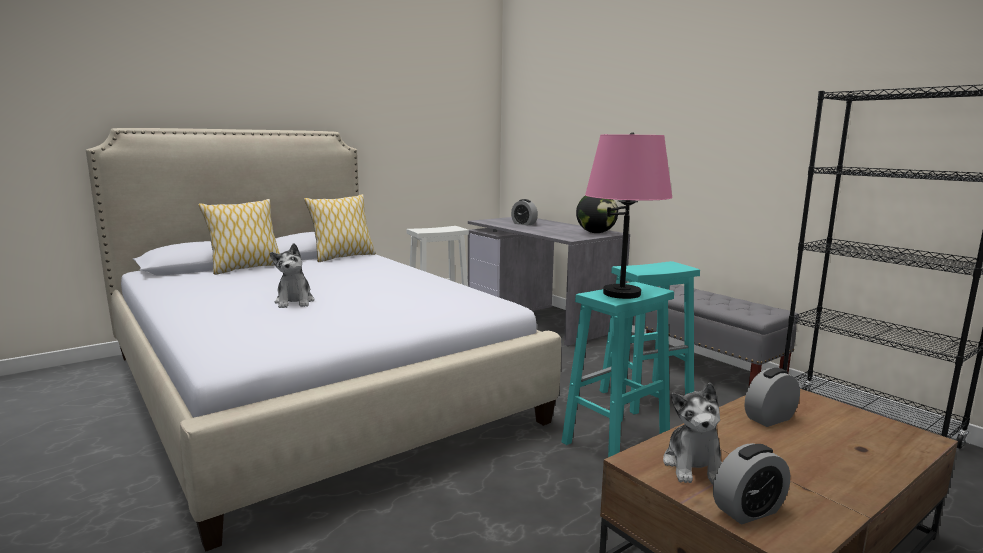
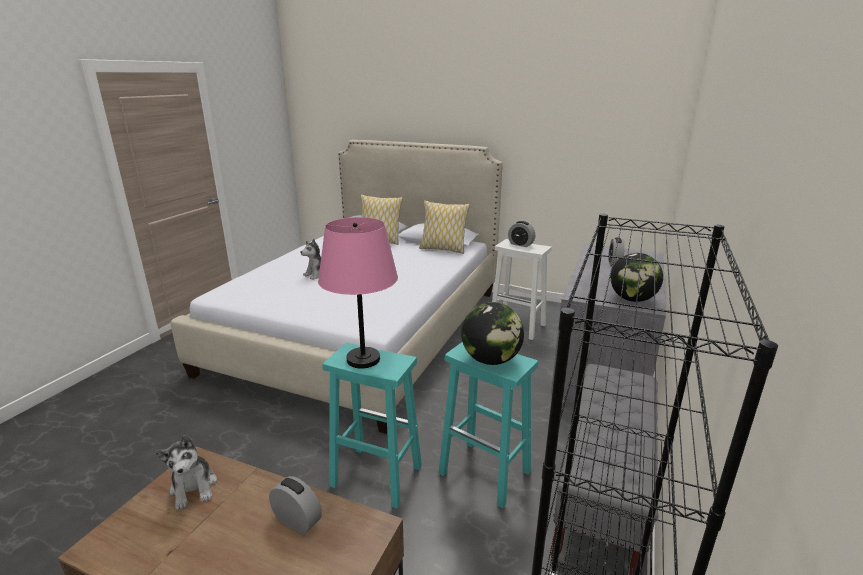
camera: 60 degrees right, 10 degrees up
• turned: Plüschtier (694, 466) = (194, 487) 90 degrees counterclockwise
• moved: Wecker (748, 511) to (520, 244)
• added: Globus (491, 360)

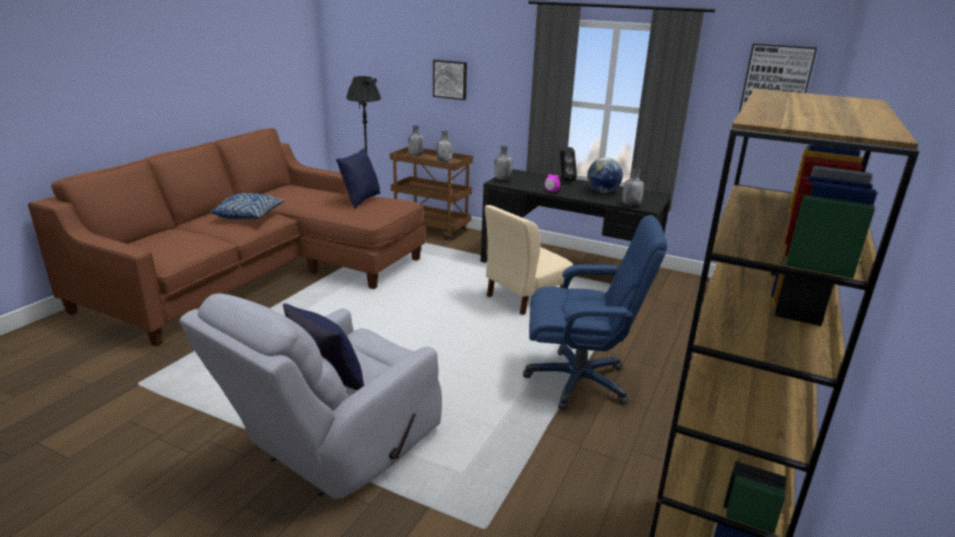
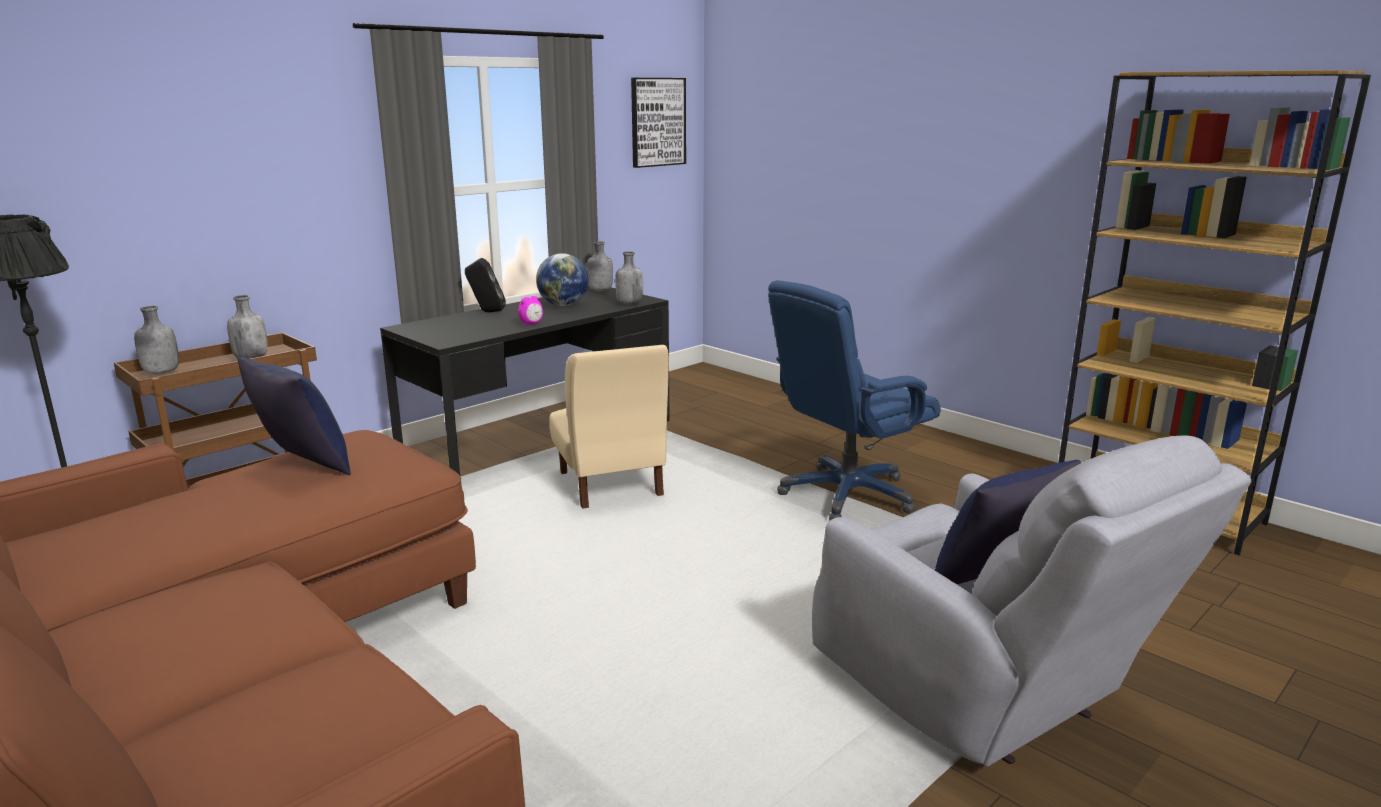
camera: 70 degrees left, 5 degrees down
• removed: Bild (450, 79)
• moved: Flasche (grau) (502, 179) to (600, 290)
• removed: Kissen (blau) (249, 216)
• turned: Bürostuhl (blau) (579, 381) = (846, 495) 150 degrees counterclockwise

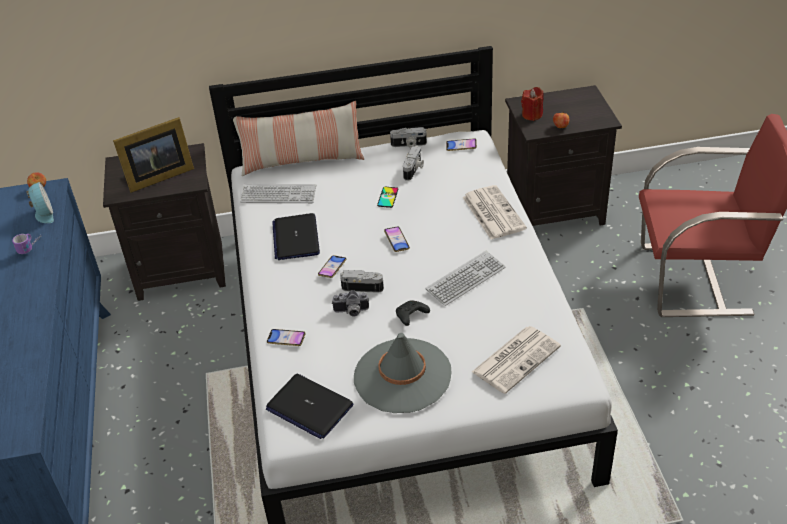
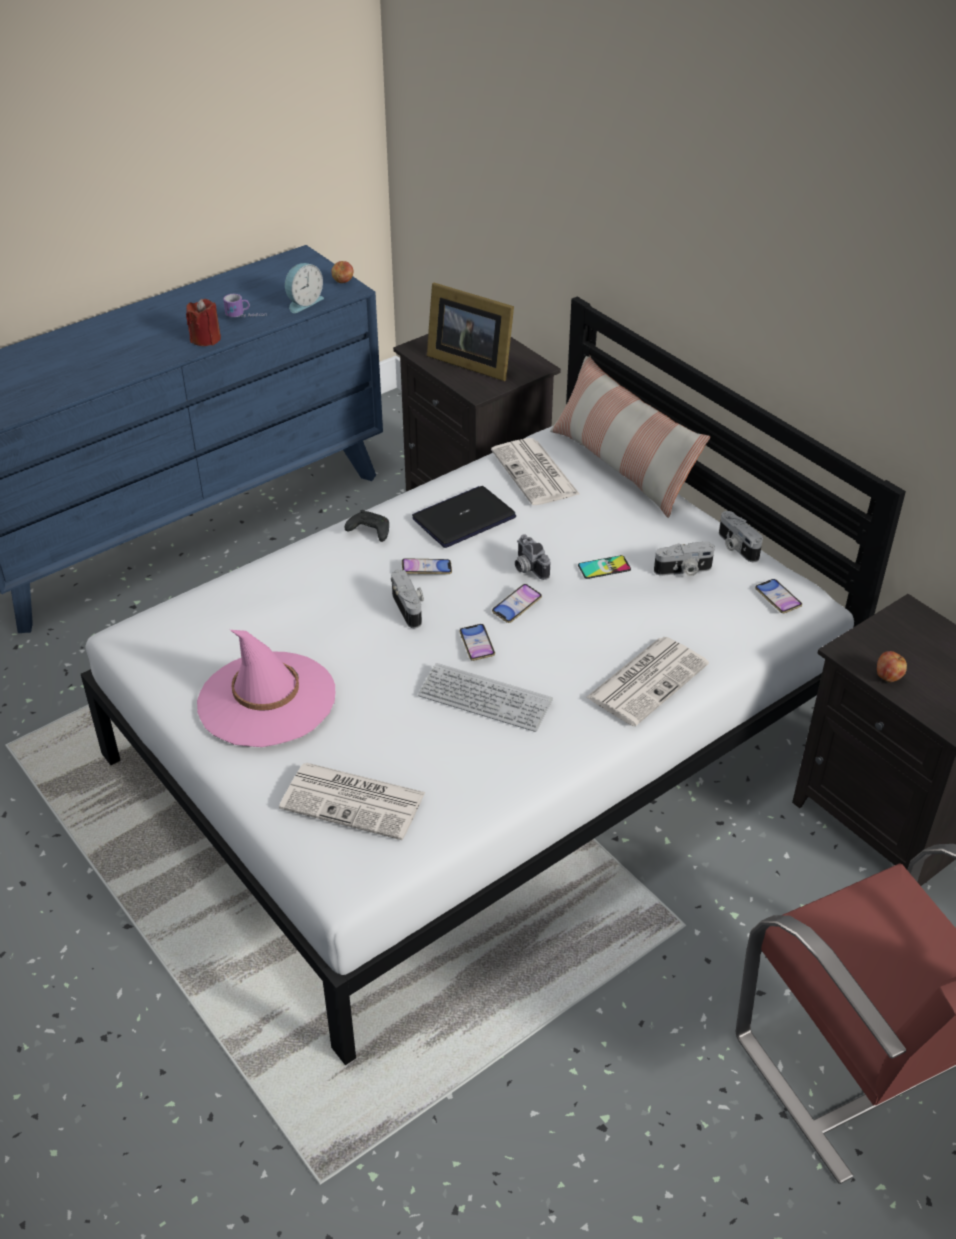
camera: 60 degrees right, 0 degrees up
• moved: Kerze (rot) (532, 115) to (206, 339)
• replaced: Tastatur (278, 195) to Zeitung (536, 473)
• moved: Kamera (351, 312) to (527, 568)
• moved: Gamepad (schwarz) (411, 316) to (369, 531)
• moved: Handy (286, 339) to (477, 645)
• recoloured: Hut (grau) (402, 376) to Hut (rosa) (266, 699)
• removed: Laptop (309, 407)

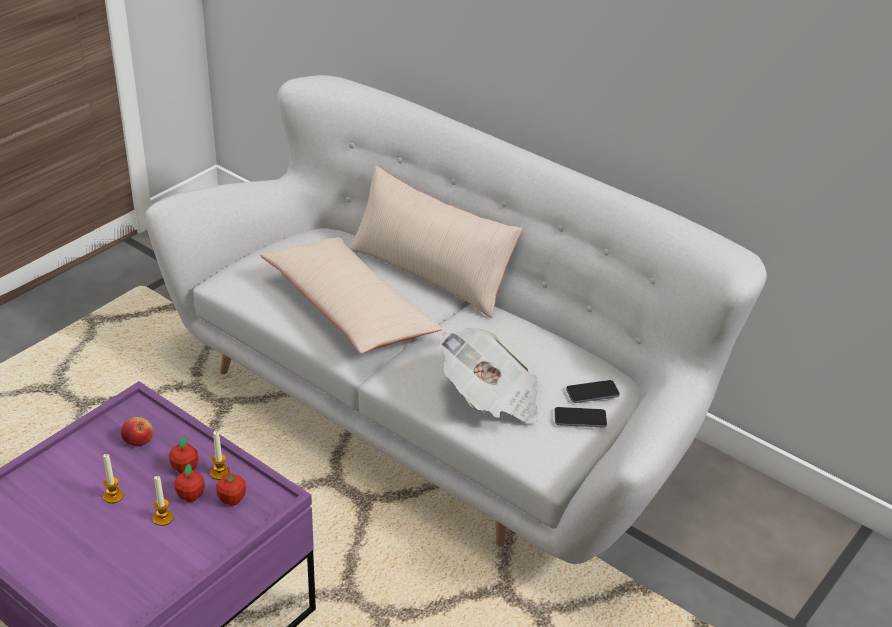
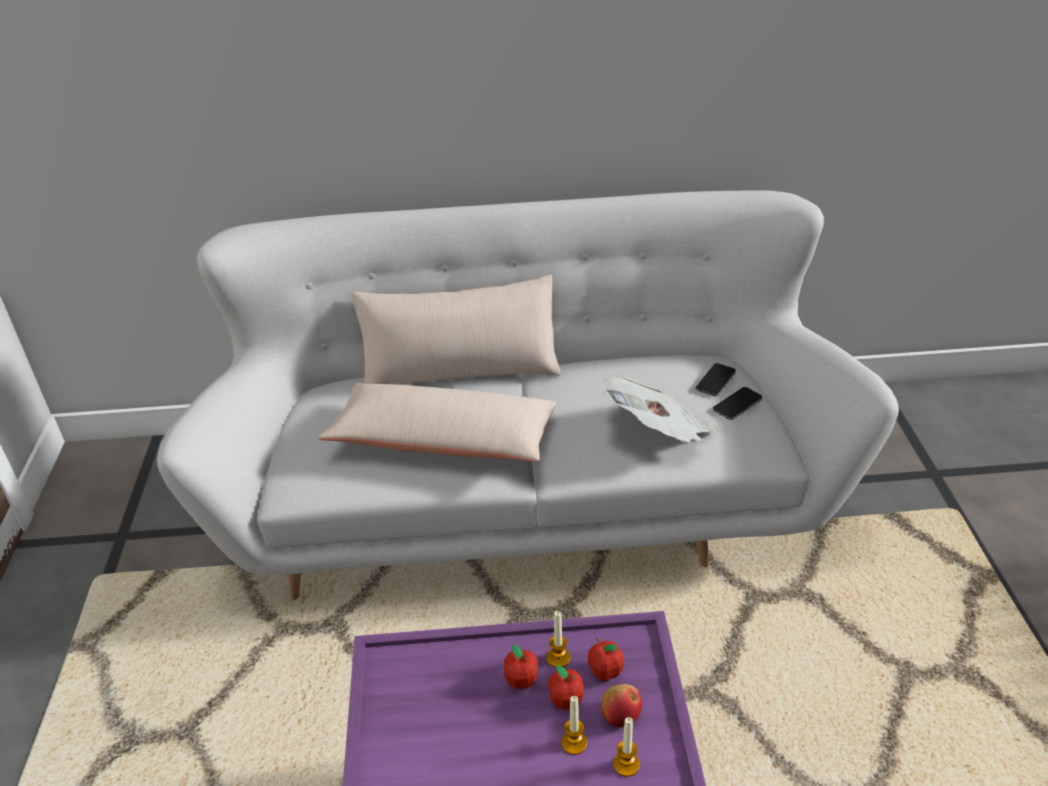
camera: 40 degrees left, 0 degrees up
• moved: Apfel (138, 440) to (620, 714)
• moved: Kerze (113, 496) to (626, 764)

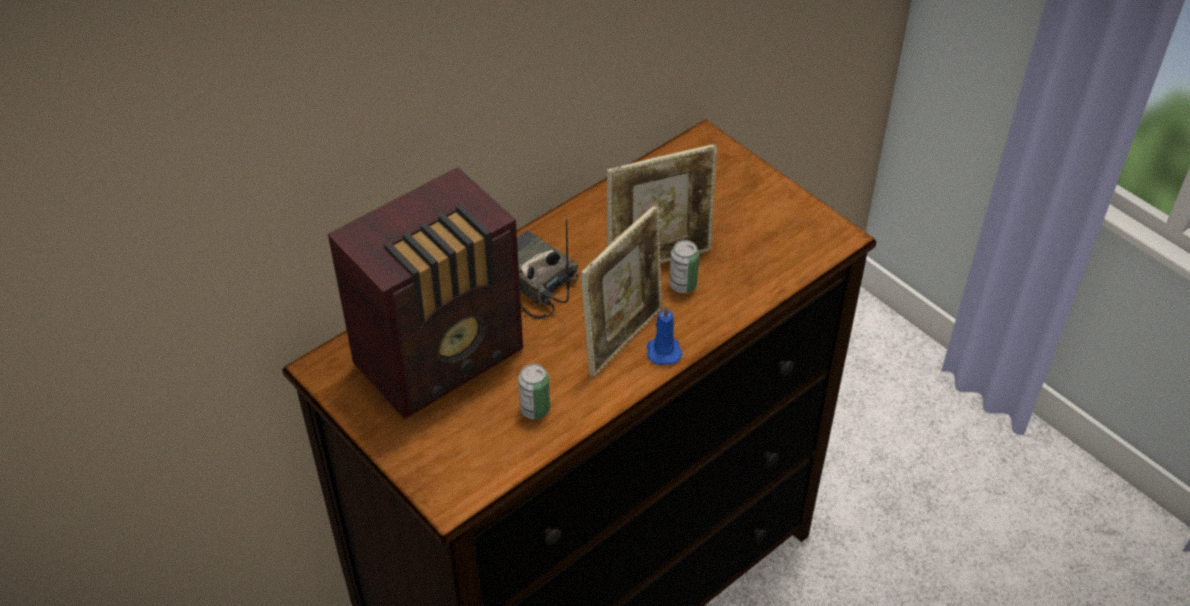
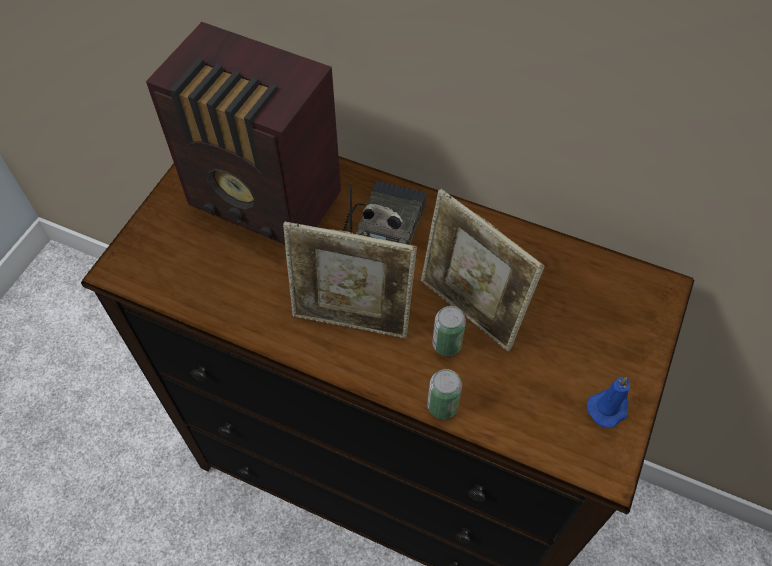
camera: 65 degrees right, 10 degrees up
• moved: Kerze (blau) (663, 350) to (608, 408)
• moved: Dose (535, 409) to (442, 406)

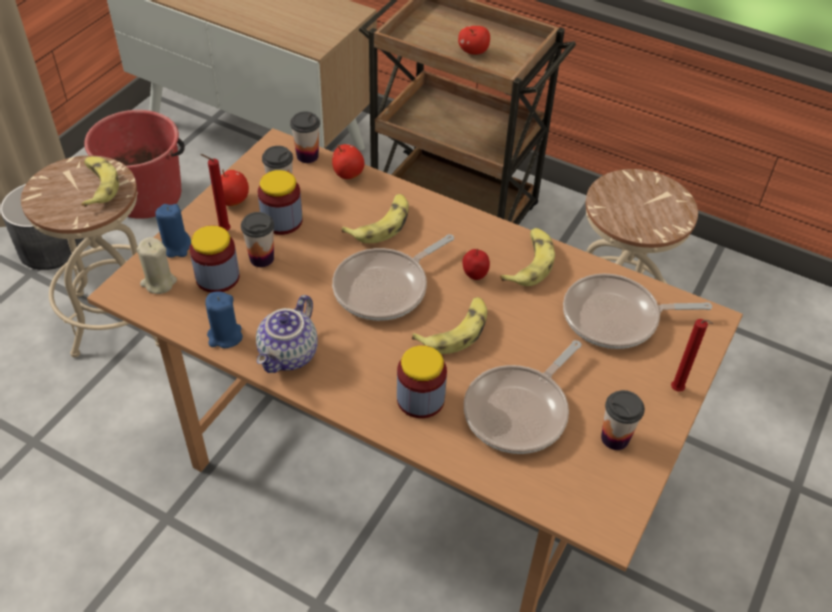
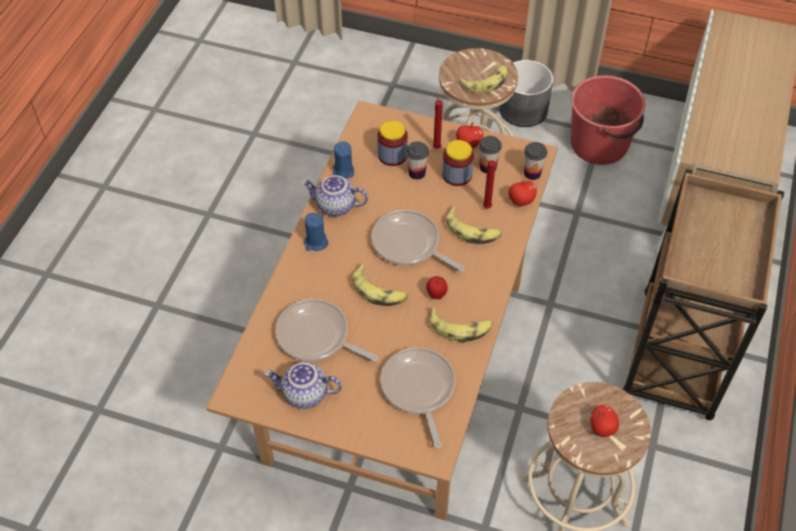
camera: 80 degrees right, 5 degrees up
• moved: Apfel (473, 51) to (602, 428)
• moved: Kerze (blau) (176, 246) to (315, 242)
• removed: Kerze (beige) (158, 282)
• moved: Kerze (rot) (678, 391) to (485, 208)
• removed: Vorratsglas (420, 399)
• replaced: Tasse (615, 438) to Teekanne (304, 395)

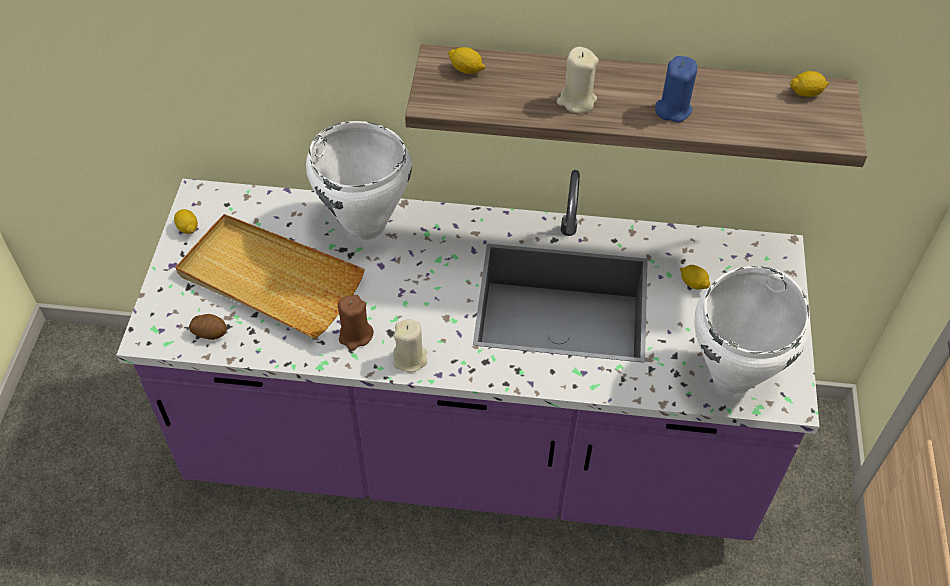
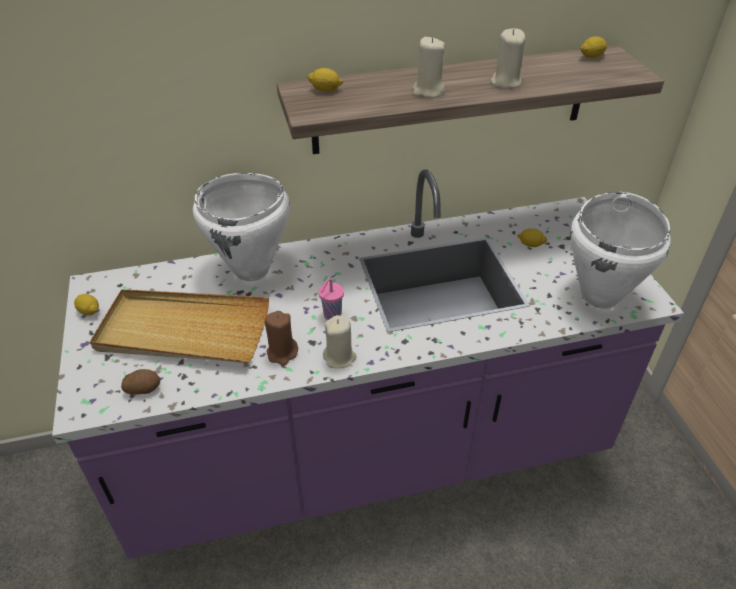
camera: 20 degrees left, 10 degrees down
• recoloured: Kerze (blau) (673, 109) to Kerze (beige) (505, 82)
• added: Tasse (rosa) (331, 316)

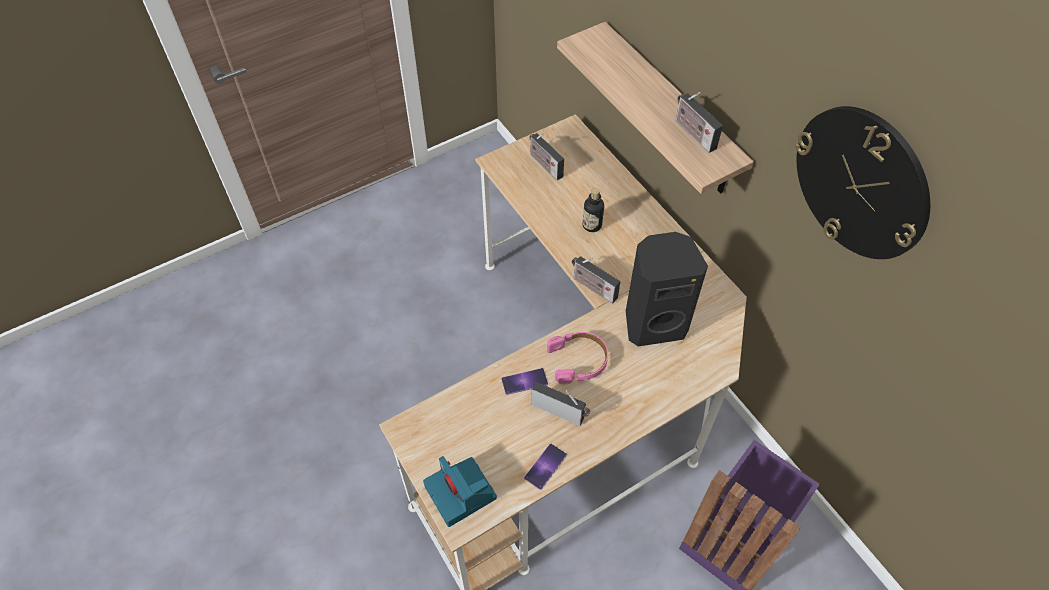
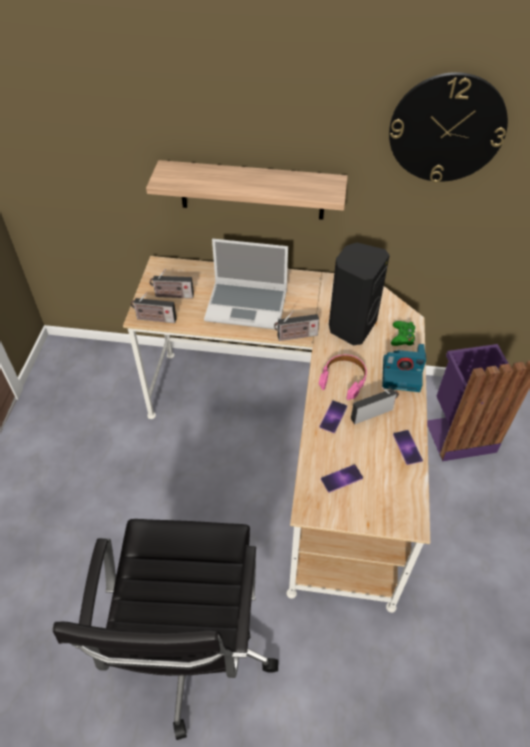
camera: 50 degrees left, 5 degrees down
• moved: Radio (693, 133) to (154, 319)
• replaced: Flasche (592, 225) to Laptop (247, 305)
• moved: Kamera (462, 493) to (402, 374)
• added: Gamepad (grün) (402, 337)
• added: Handy (341, 478)
• added: Bürostuhl (schwarz) (189, 644)

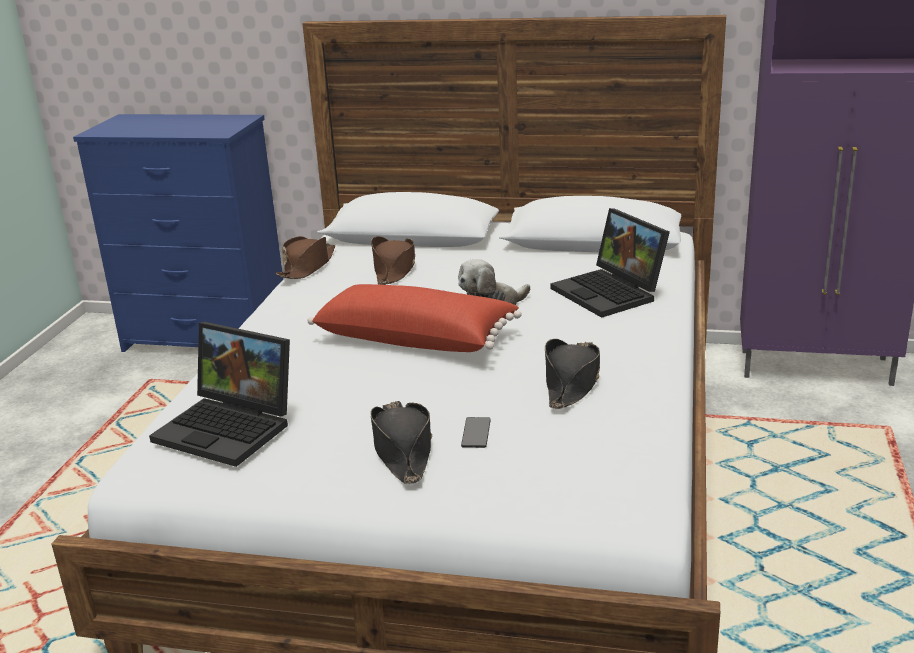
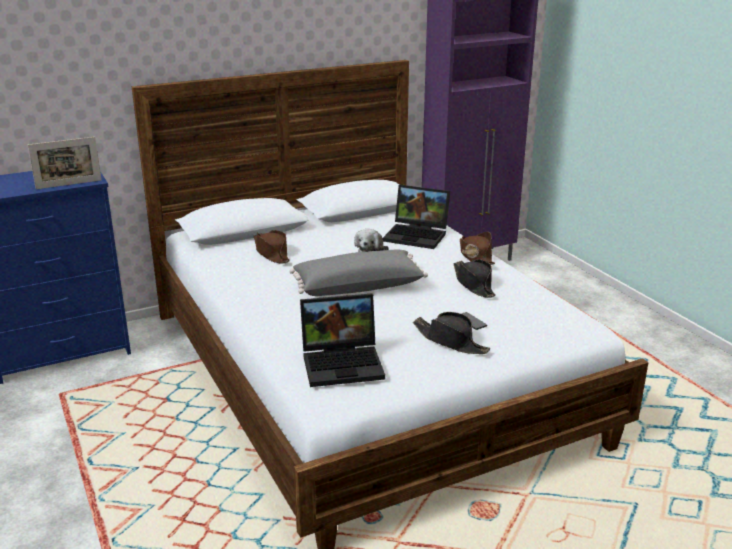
camera: 40 degrees left, 0 degrees up
• moved: Hut (braun) (307, 267) to (475, 256)
• recoloured: Kissen (rot) (416, 338) to Kissen (grau) (357, 286)
• added: Bilderrahmen (69, 184)

